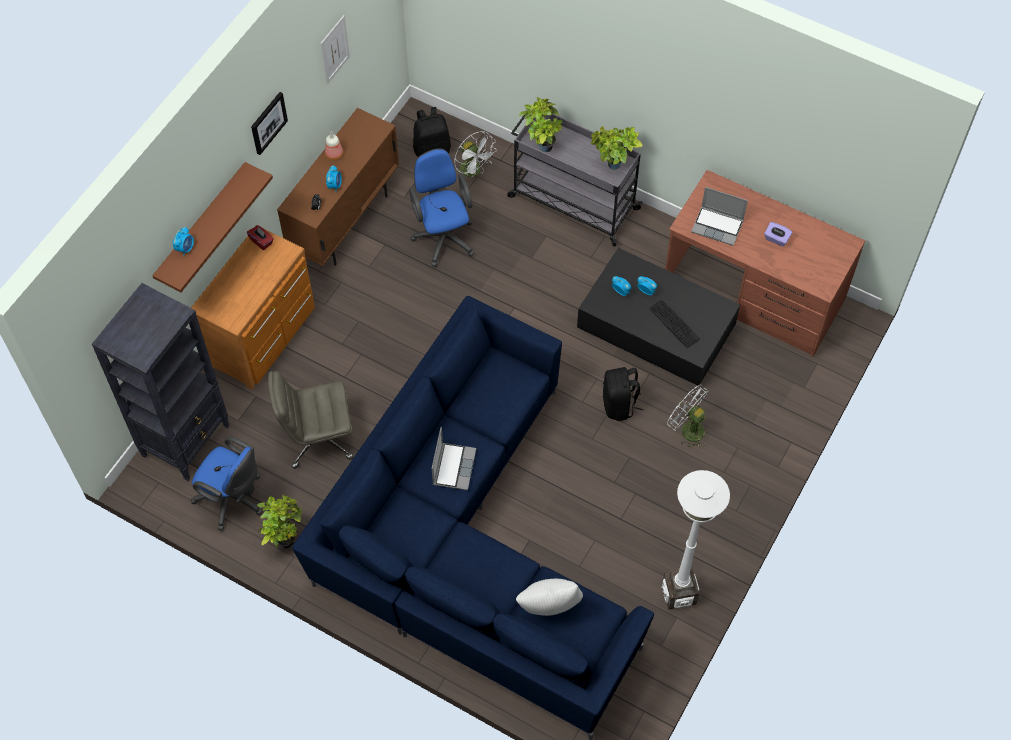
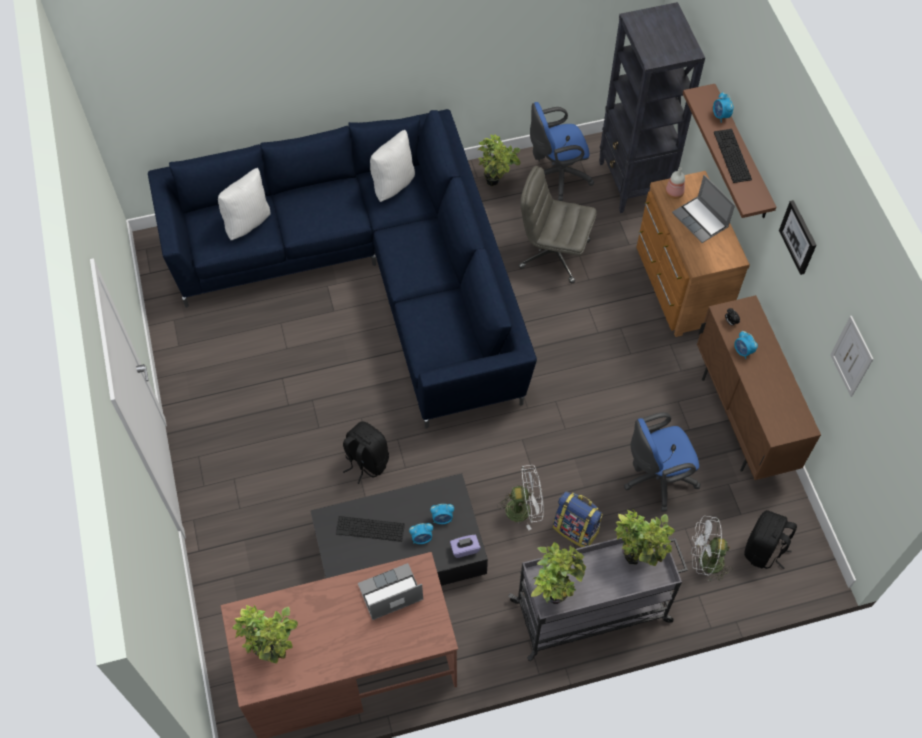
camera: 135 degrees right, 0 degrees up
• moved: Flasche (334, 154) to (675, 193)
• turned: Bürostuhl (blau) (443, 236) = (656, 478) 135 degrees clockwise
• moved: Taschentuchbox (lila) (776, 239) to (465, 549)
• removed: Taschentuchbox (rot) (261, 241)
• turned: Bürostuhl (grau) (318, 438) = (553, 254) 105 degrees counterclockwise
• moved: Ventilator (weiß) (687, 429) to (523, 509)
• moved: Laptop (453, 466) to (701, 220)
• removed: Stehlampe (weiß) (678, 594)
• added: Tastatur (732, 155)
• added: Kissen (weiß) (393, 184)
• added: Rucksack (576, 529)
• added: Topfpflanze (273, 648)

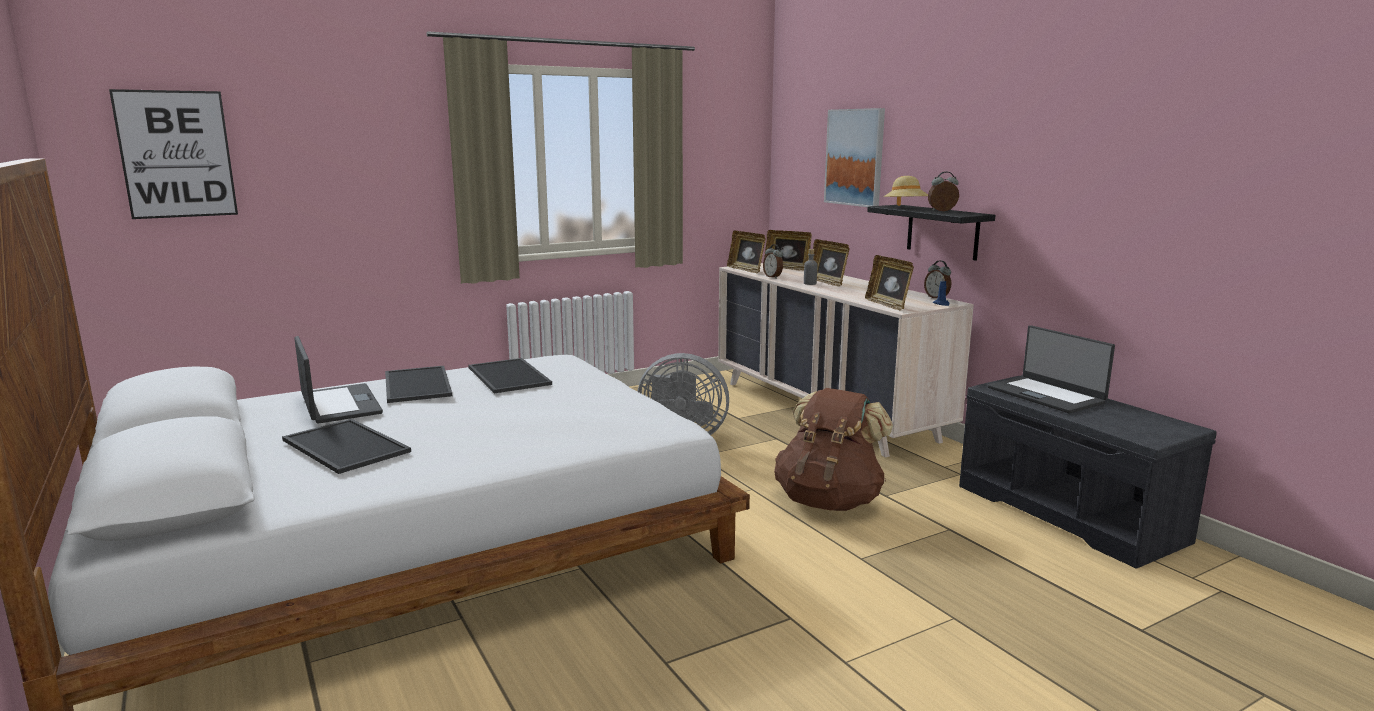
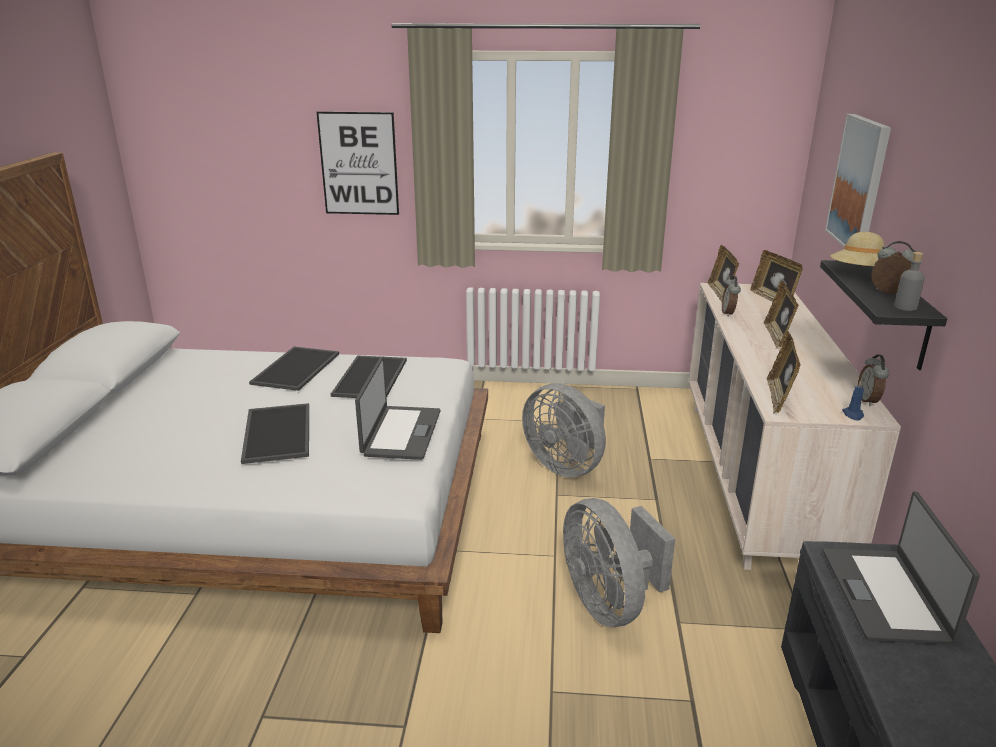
camera: 35 degrees right, 10 degrees up
• moved: Bild (176, 154) to (359, 164)
• moved: Flasche (grau) (810, 283) to (905, 307)
• moved: Laptop (339, 404) to (400, 433)
• replaced: Rucksack (braun) (829, 501) to Ventilator (grau) (609, 603)
• moved: Tablett (343, 446) to (275, 433)

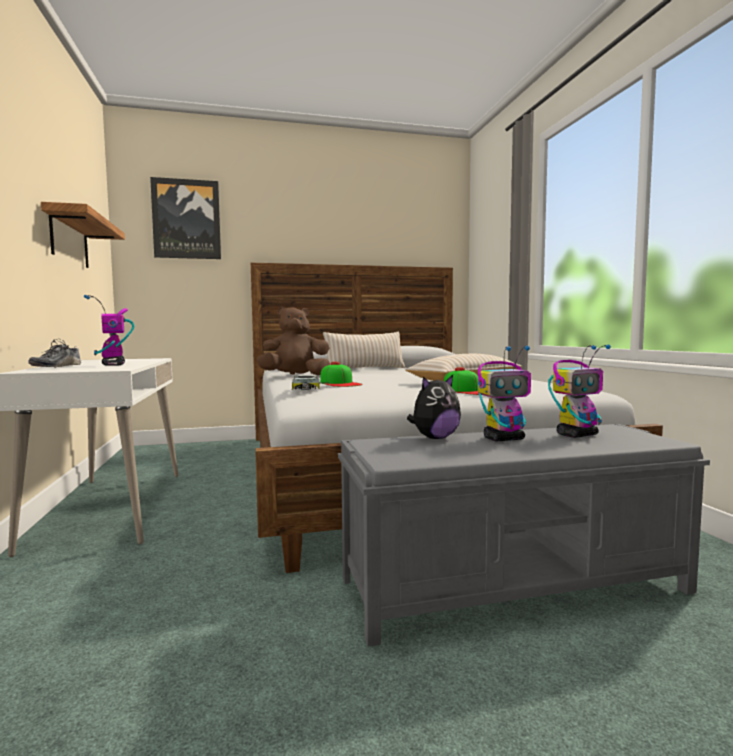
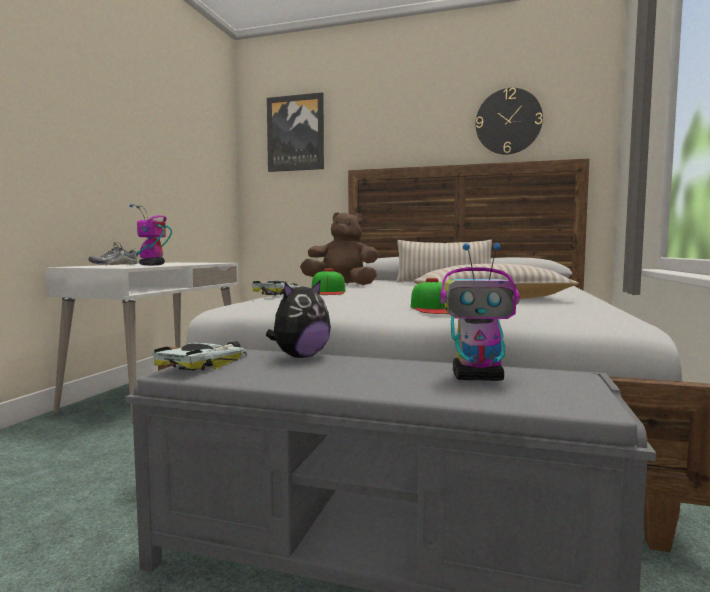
camera: 30 degrees right, 0 degrees up
• removed: Wandregal (69, 240)
• removed: Spielzeugroboter (504, 439)
• turned: Plüschtier (435, 438) = (300, 356) 45 degrees counterclockwise
• added: Wanduhr (508, 121)
• added: Spielzeugauto (208, 364)

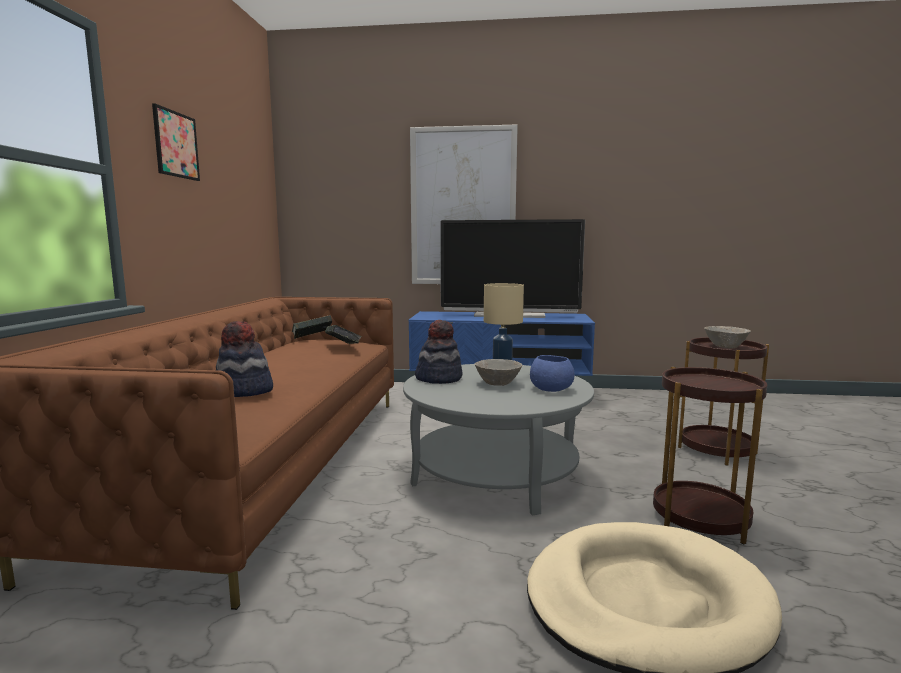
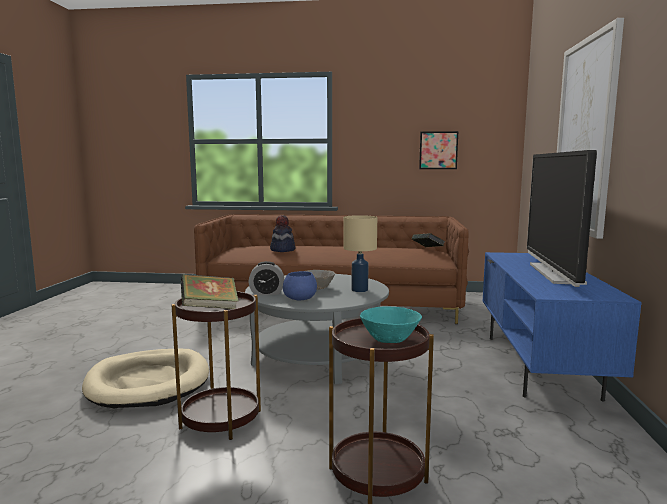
camera: 90 degrees right, 0 degrees up
• moved: Bild (176, 144) to (438, 150)
• removed: Hut (439, 378)
• moved: Buch (343, 347) to (210, 308)
• recoloured: Schüssel (grau) (725, 347) to Schüssel (türkis) (391, 340)
• added: Wecker (267, 293)

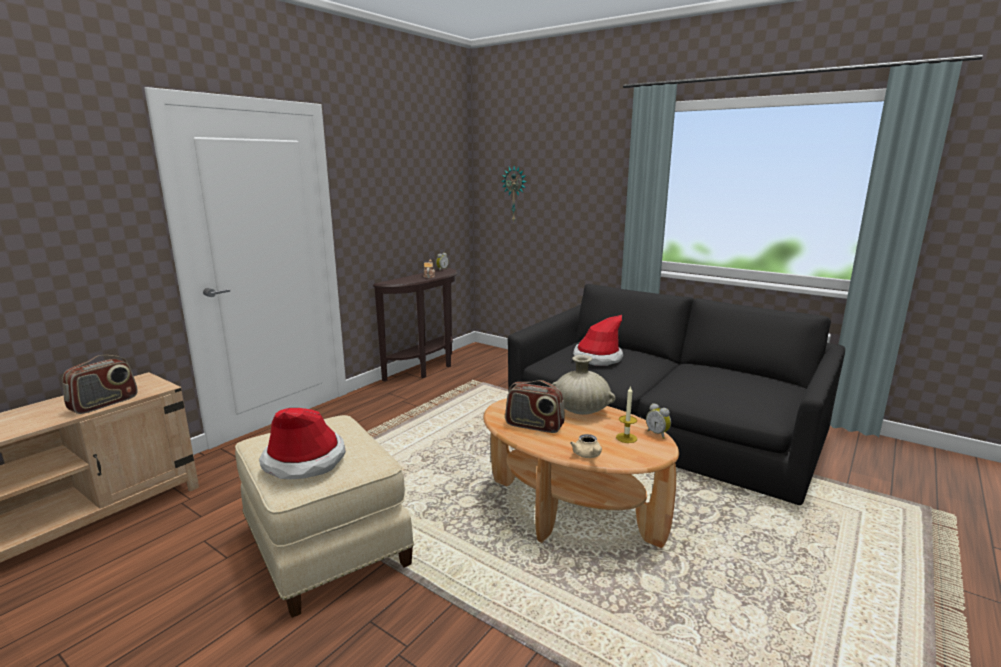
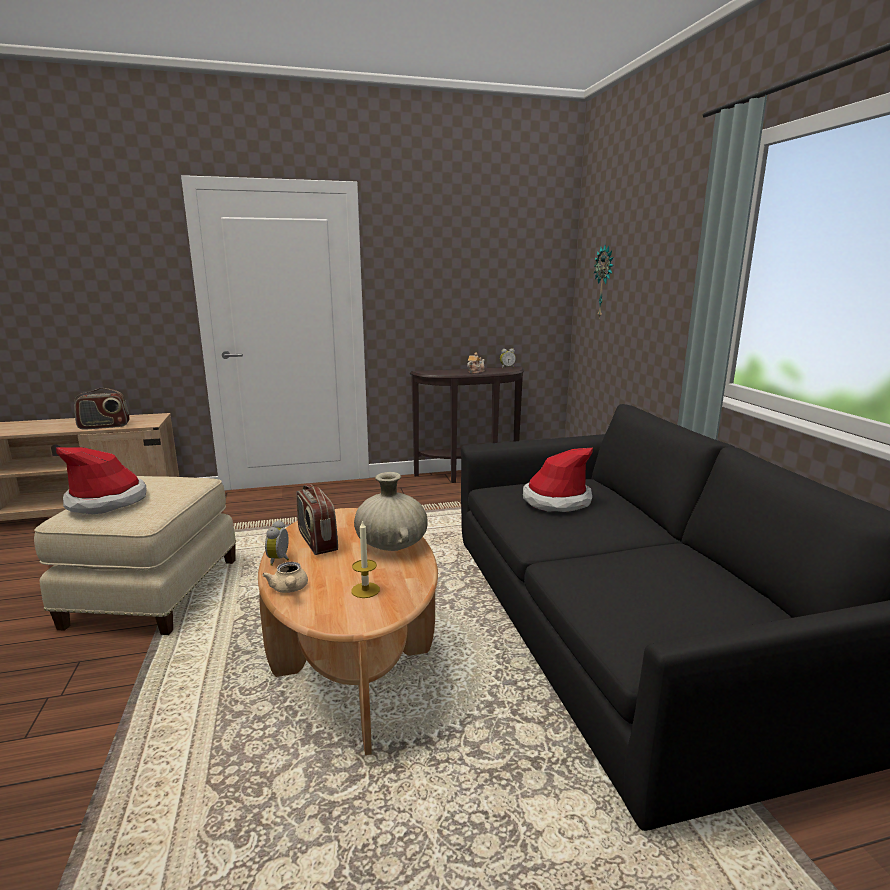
camera: 40 degrees right, 0 degrees up
• moved: Wecker (658, 434) to (280, 560)
• turned: Teekanne (beige) (588, 455) = (289, 589) 45 degrees counterclockwise

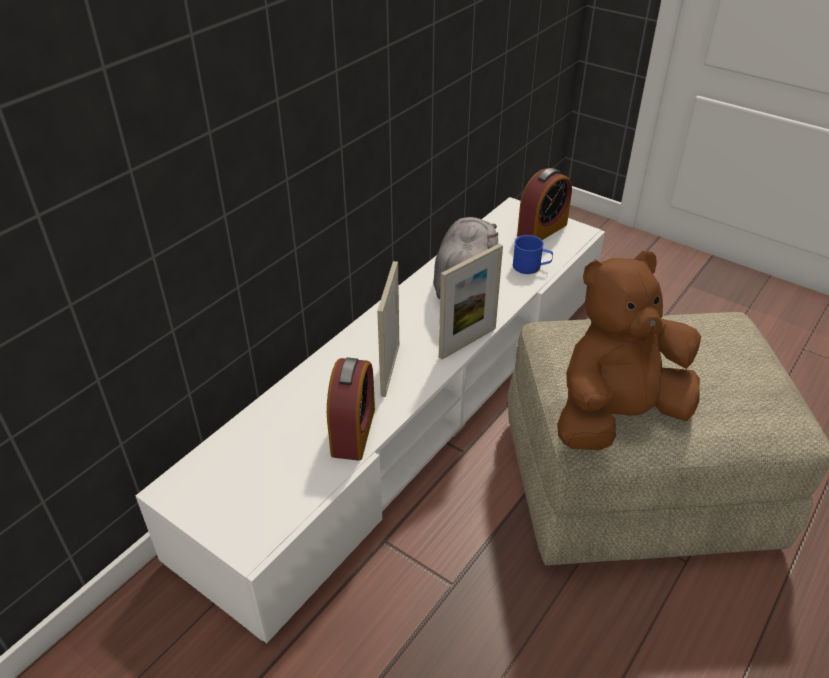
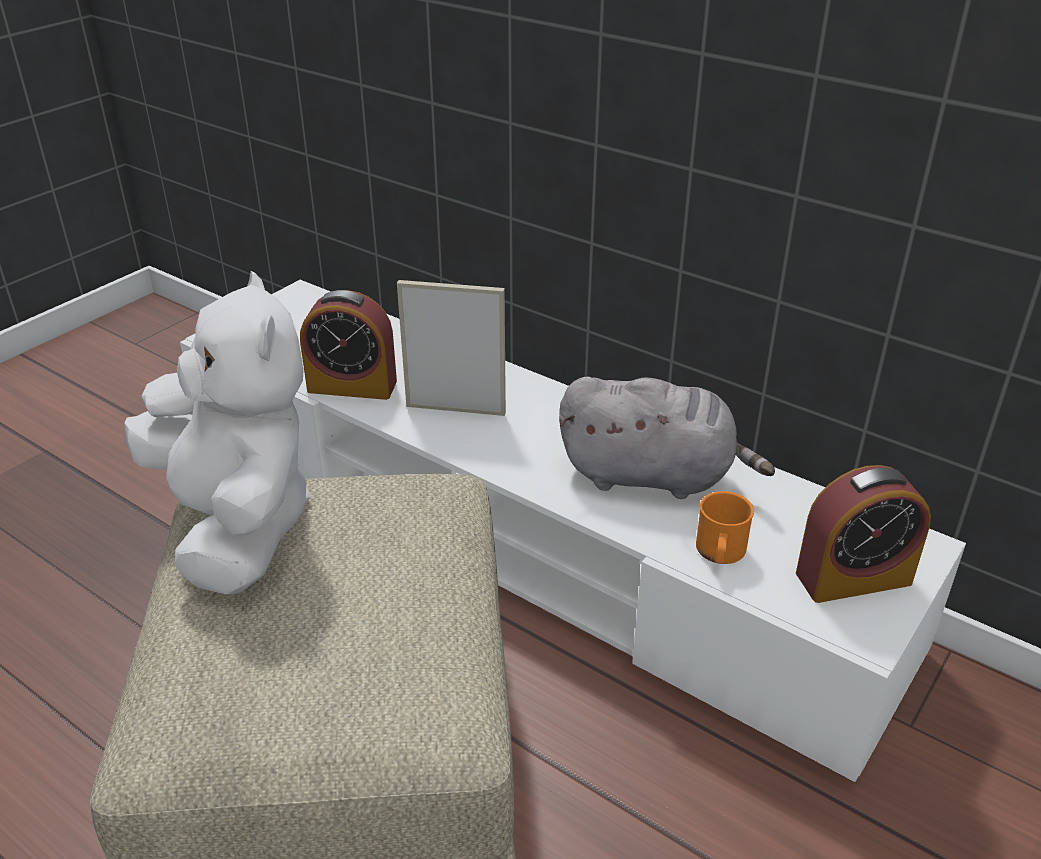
camera: 90 degrees right, 5 degrees down
• turned: Wecker (542, 230) = (853, 578) 60 degrees counterclockwise
• recoloured: Henkelbecher (blau) (531, 267) to Henkelbecher (orange) (720, 553)
• removed: Bilderrahmen (467, 342)
• recoloured: Plüschtier (braun) (617, 415) to Plüschtier (weiß) (236, 524)

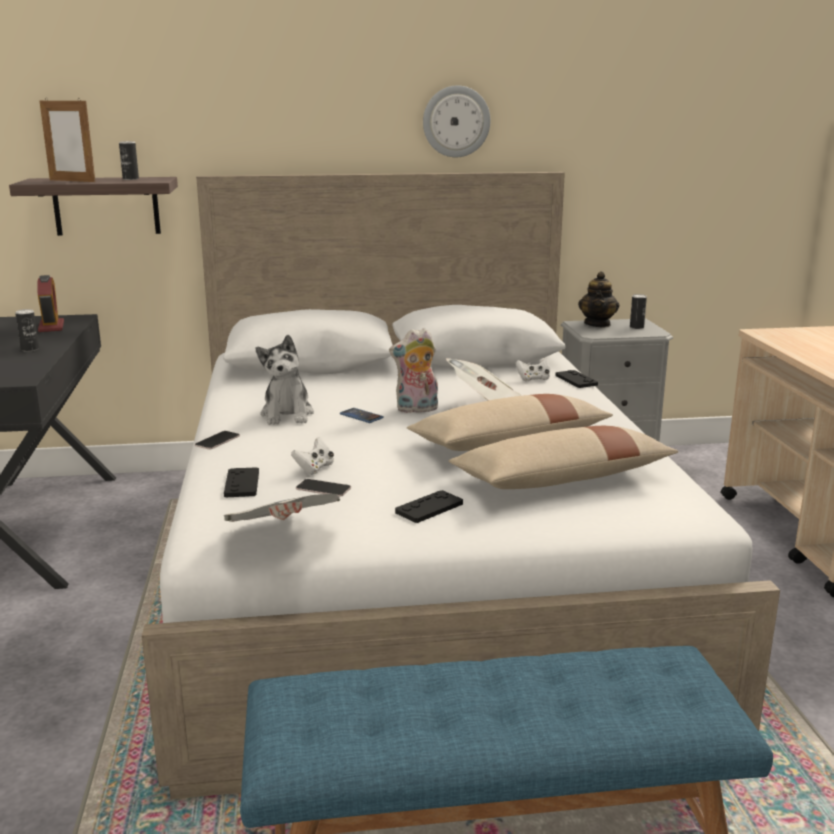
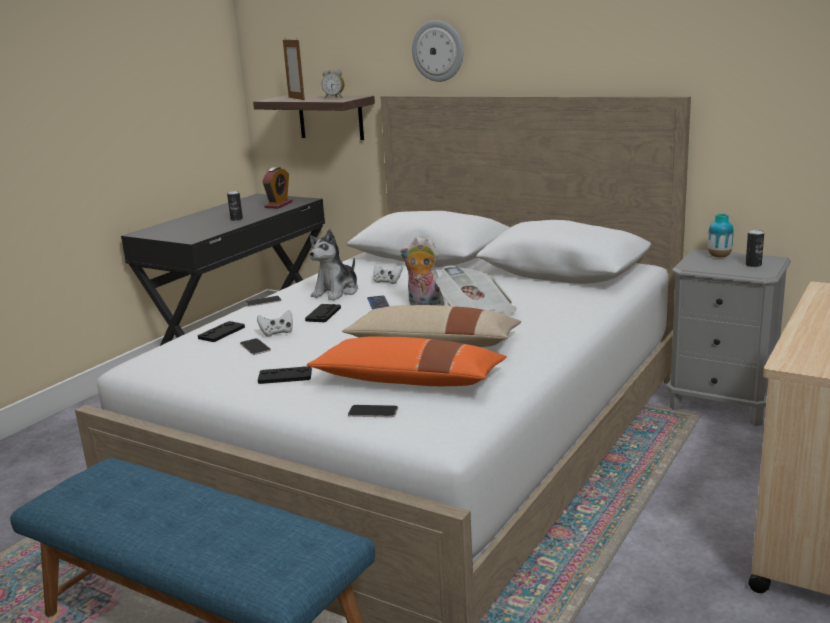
camera: 40 degrees right, 0 degrees up
• moved: Wanduhr (456, 121) to (438, 51)
• replaced: Dose (130, 179) to Wecker (334, 97)
• replaced: Teekanne (597, 324) to Vase (719, 256)
• moved: Gamepad (weiß) (533, 379) to (387, 282)
• moved: Gamepad (schwarz) (576, 380) to (323, 314)
• recoloured: Kissen (beige) (561, 479) to Kissen (orange) (409, 381)
• removed: Zeitung (283, 538)
• added: Handy (373, 412)

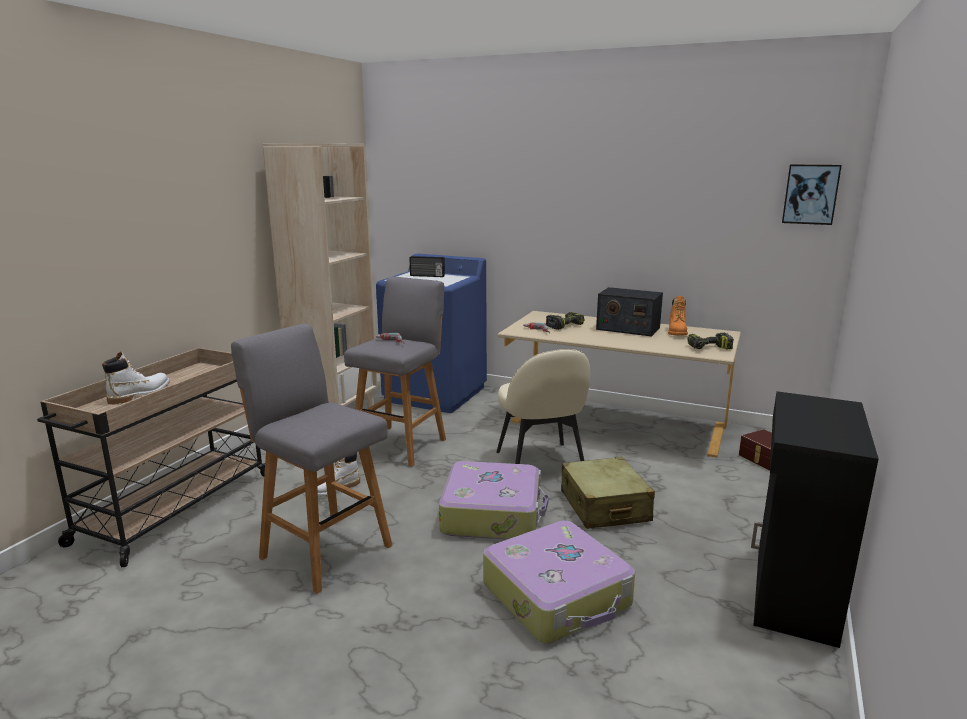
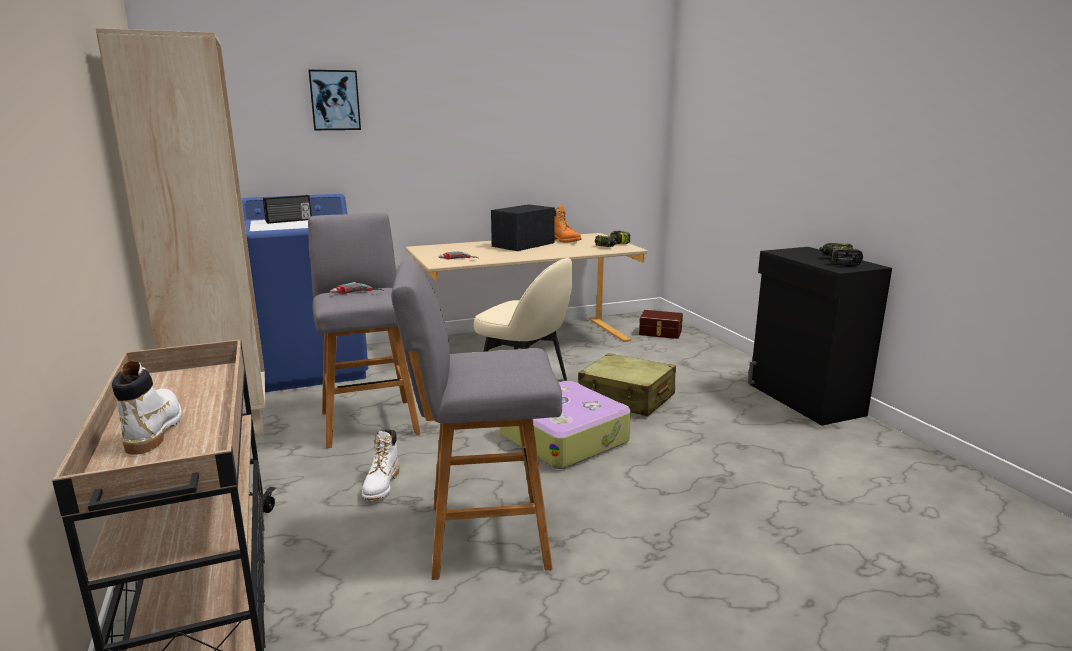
camera: 45 degrees left, 0 degrees up
• moved: Bild (810, 194) to (335, 100)
• turned: Radio (627, 328) = (523, 244) 150 degrees clockwise
• moved: Bohrmaschine (564, 325) to (838, 261)
• removed: Koffer (558, 595)

